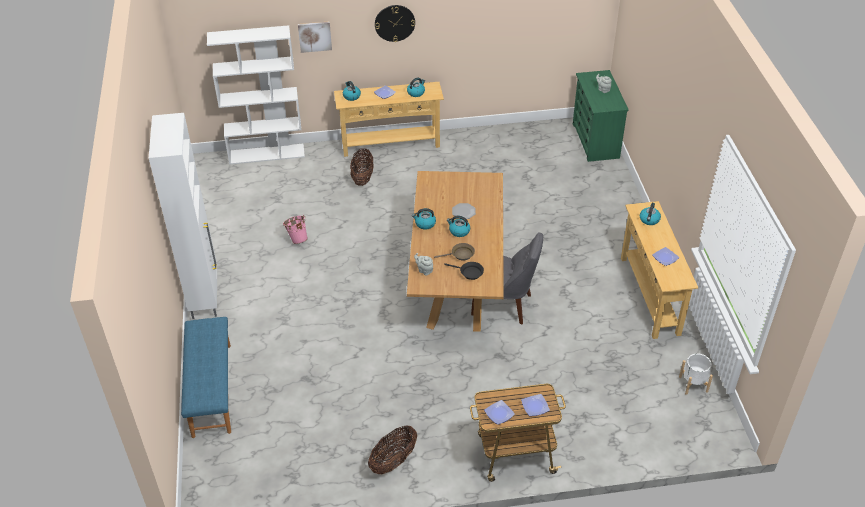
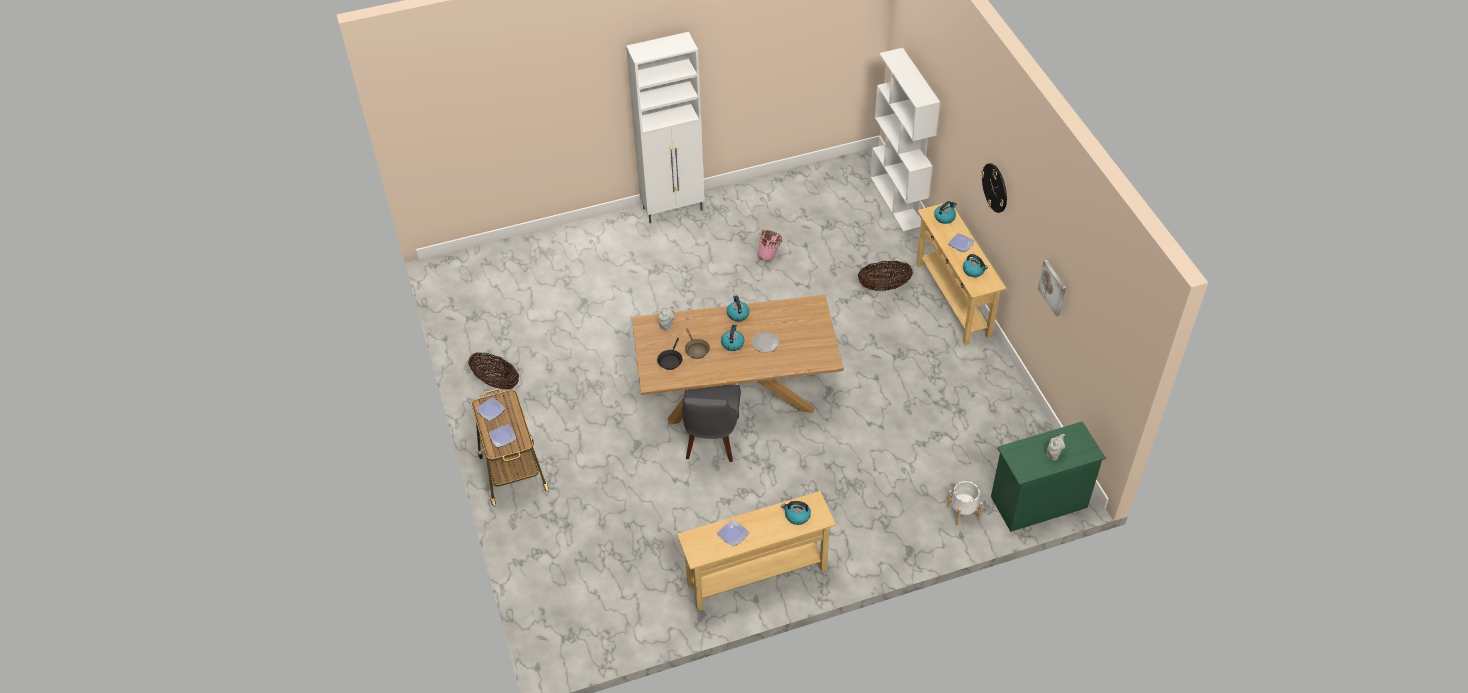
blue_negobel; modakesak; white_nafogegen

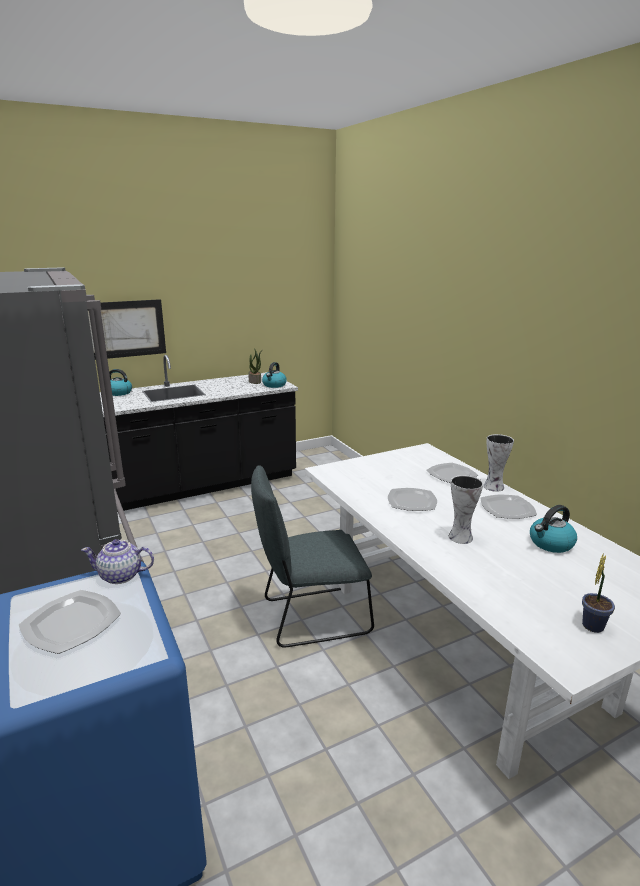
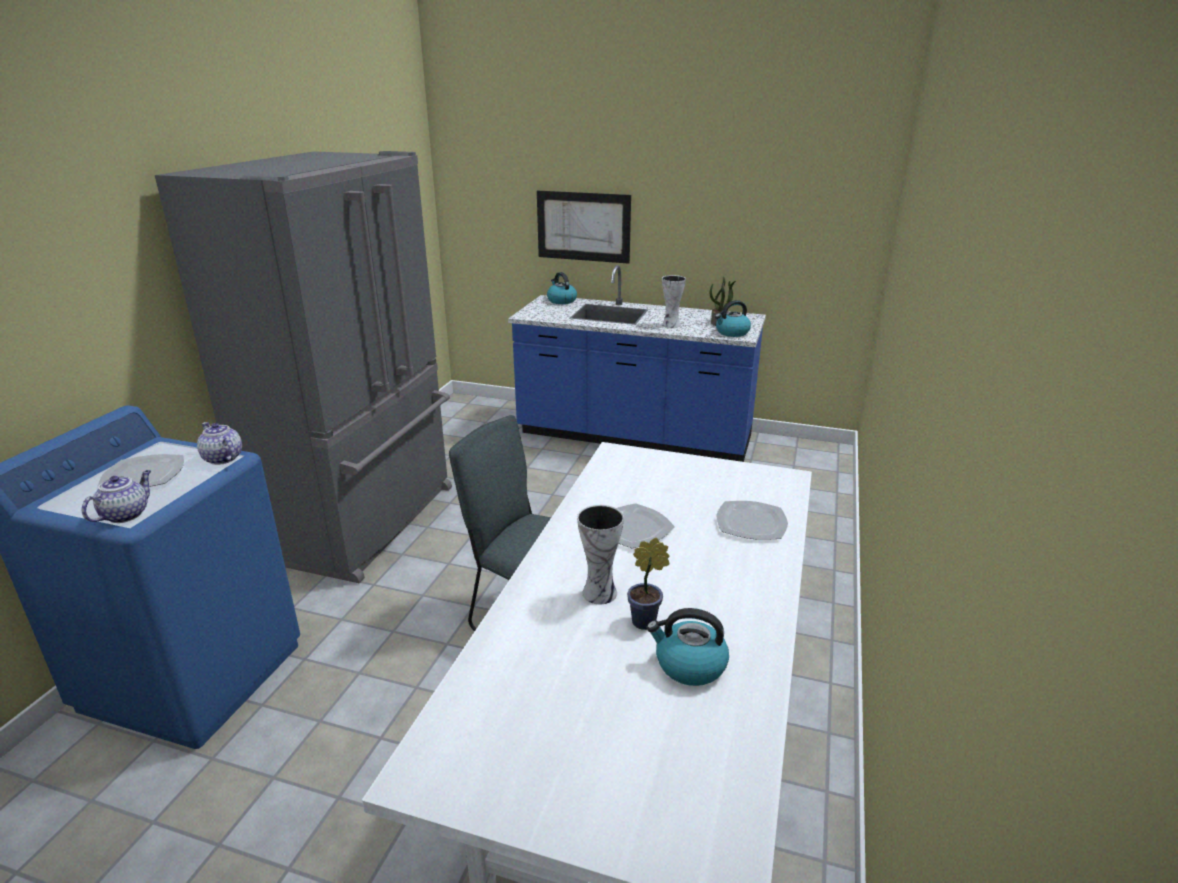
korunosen (4th from left in the first image); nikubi (1st from left); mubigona (2nd from left); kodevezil (1st from left); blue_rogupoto

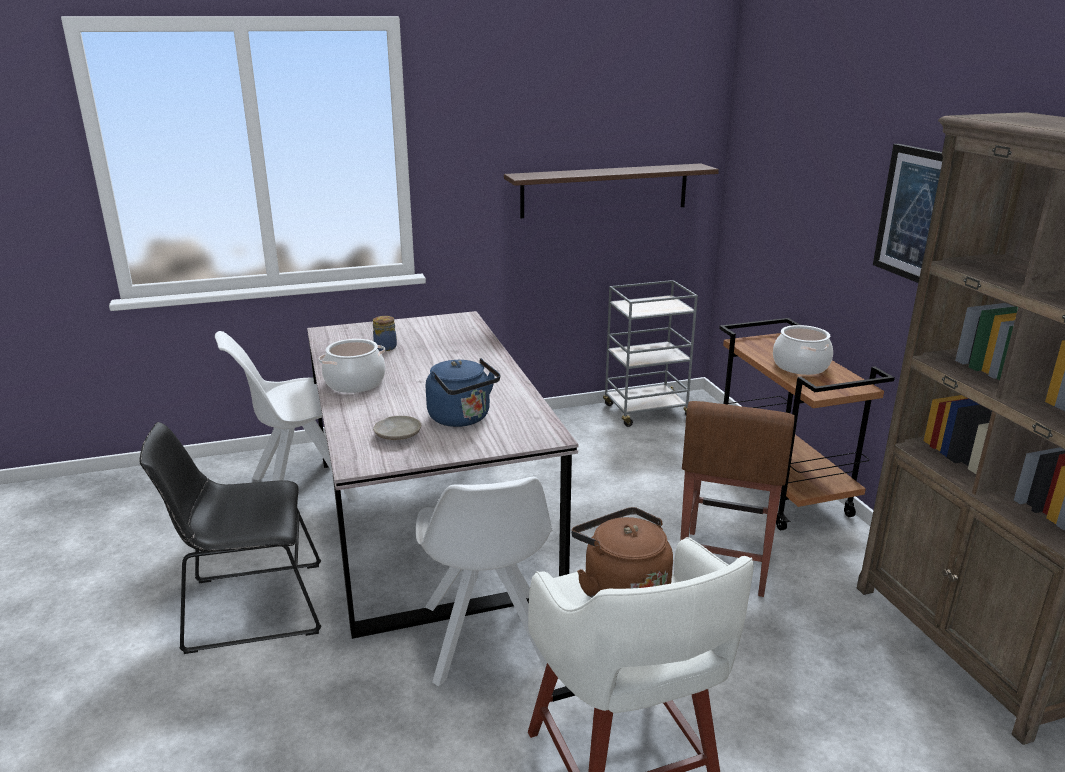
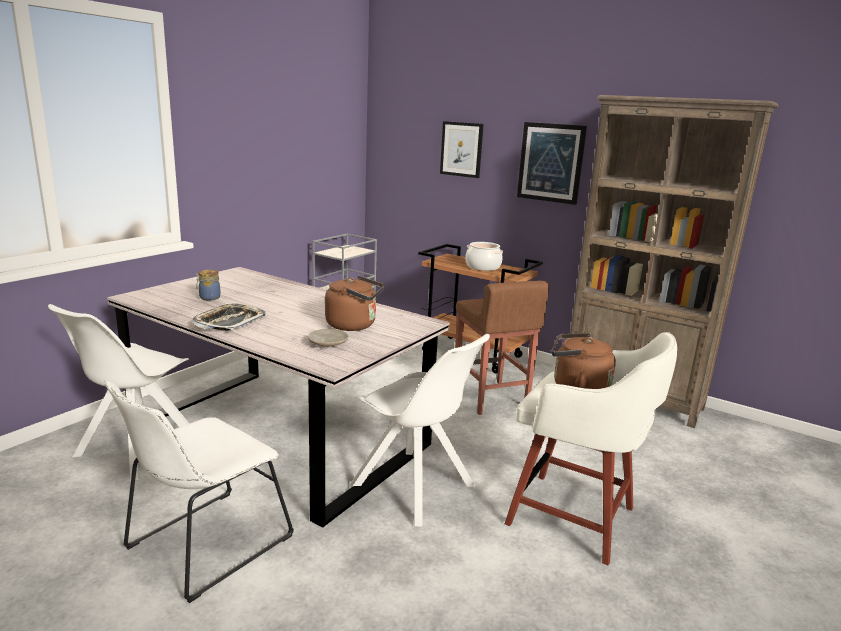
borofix; modakesak (1st from left); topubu; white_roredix (2nd from left); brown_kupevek (1st from left)

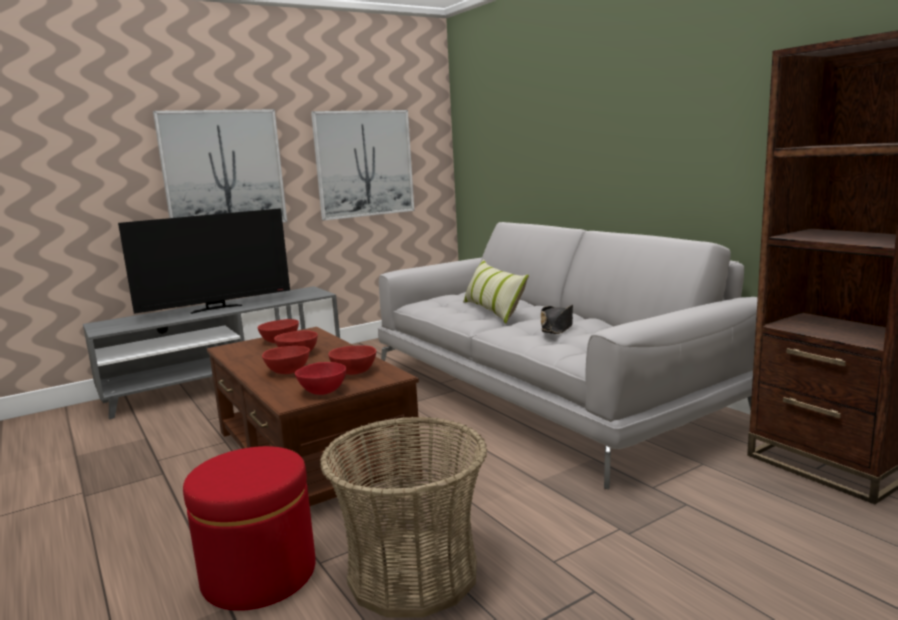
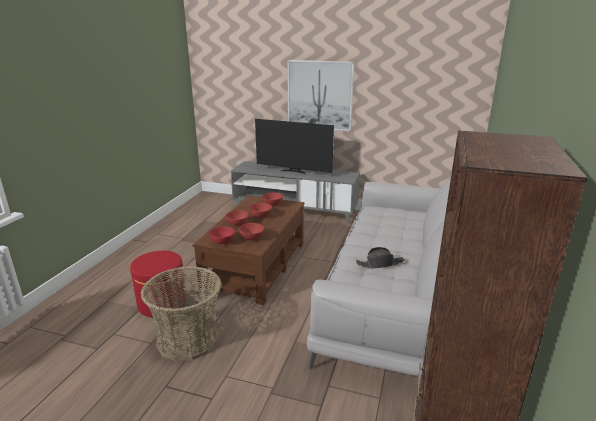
modakesak (2nd from left in the first image); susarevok

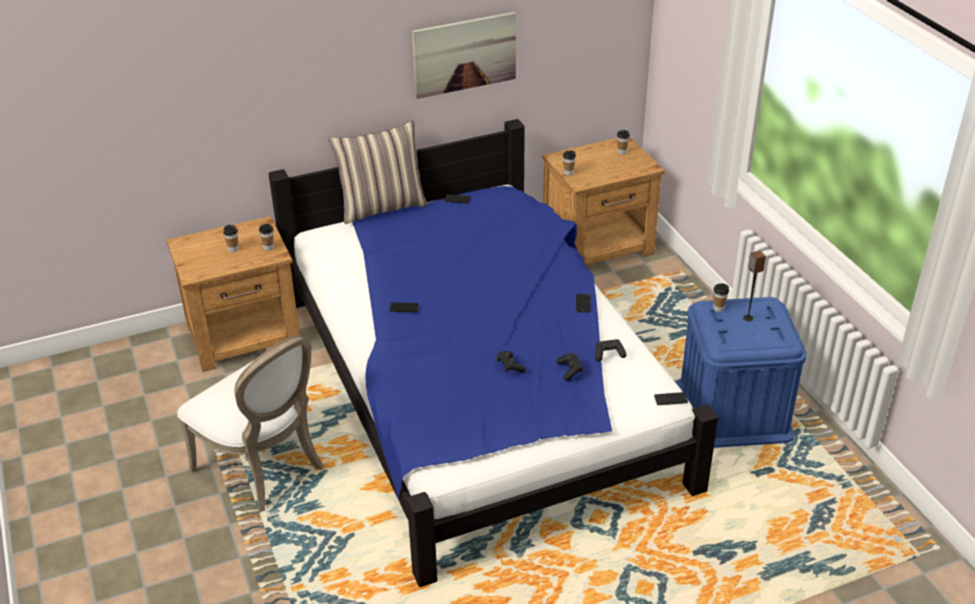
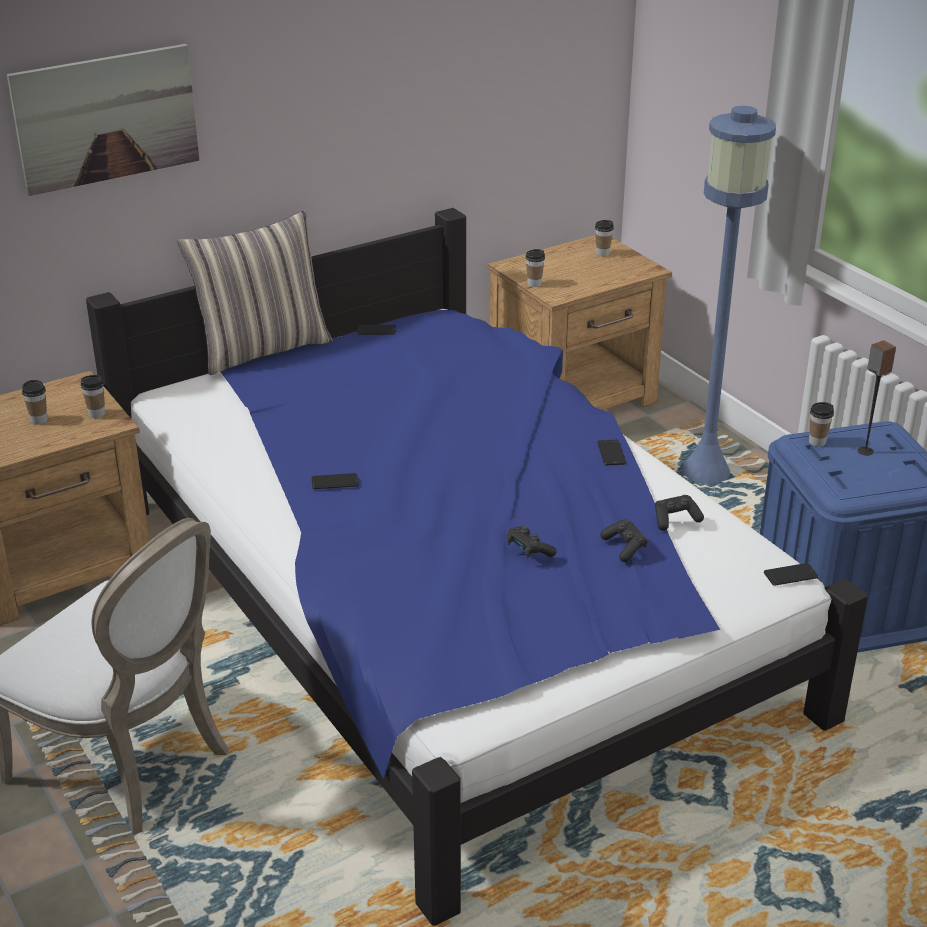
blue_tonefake; modakesak

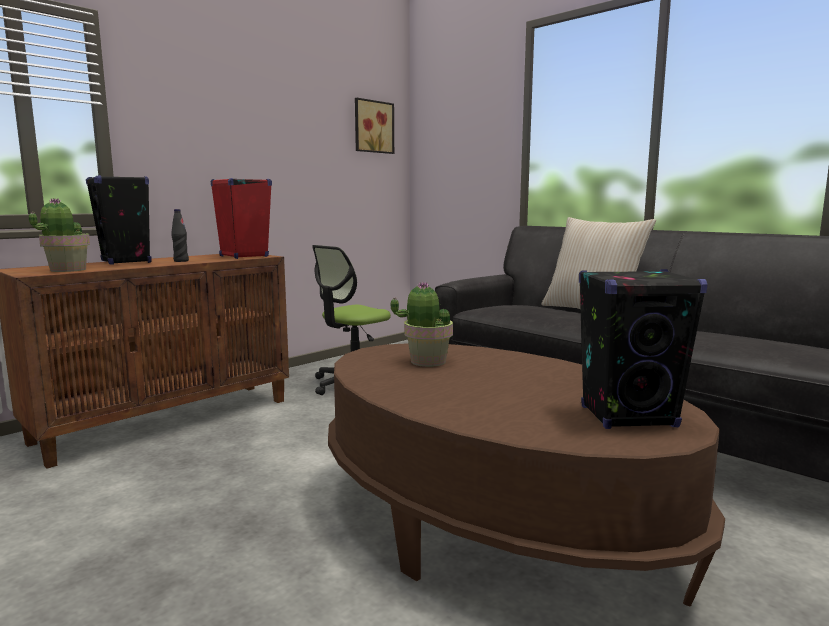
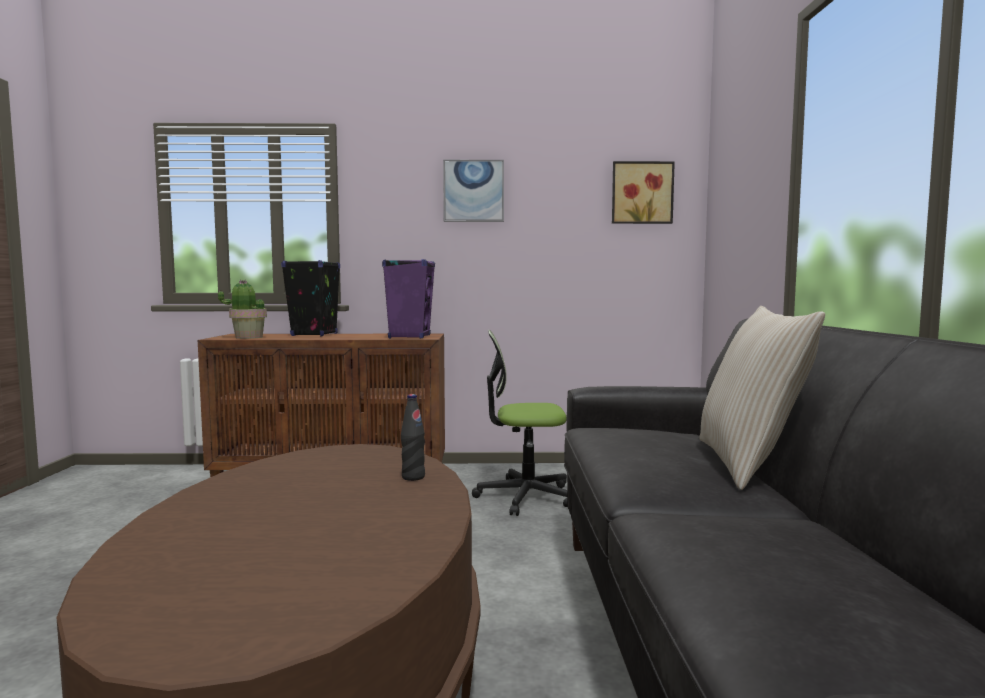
kodevezil (2nd from left in the first image); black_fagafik (2nd from left in the first image); modakesak (1st from left); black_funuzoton; purple_fagafik

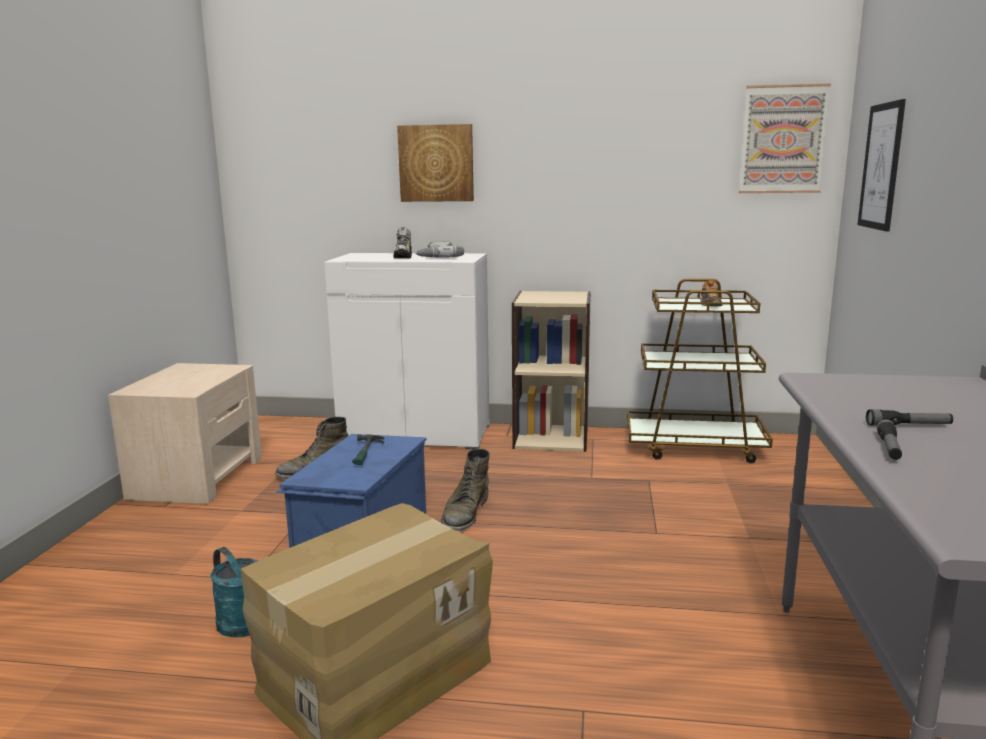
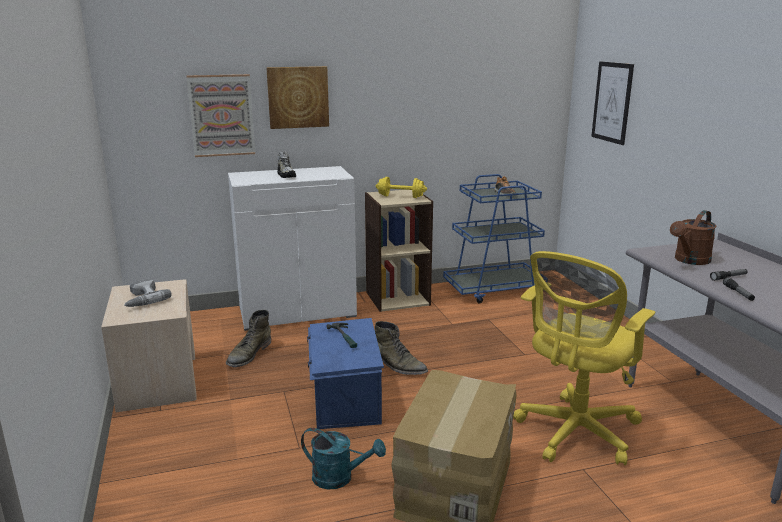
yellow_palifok; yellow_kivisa; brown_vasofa; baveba; modakesak (1st from left); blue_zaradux; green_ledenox (2nd from left)

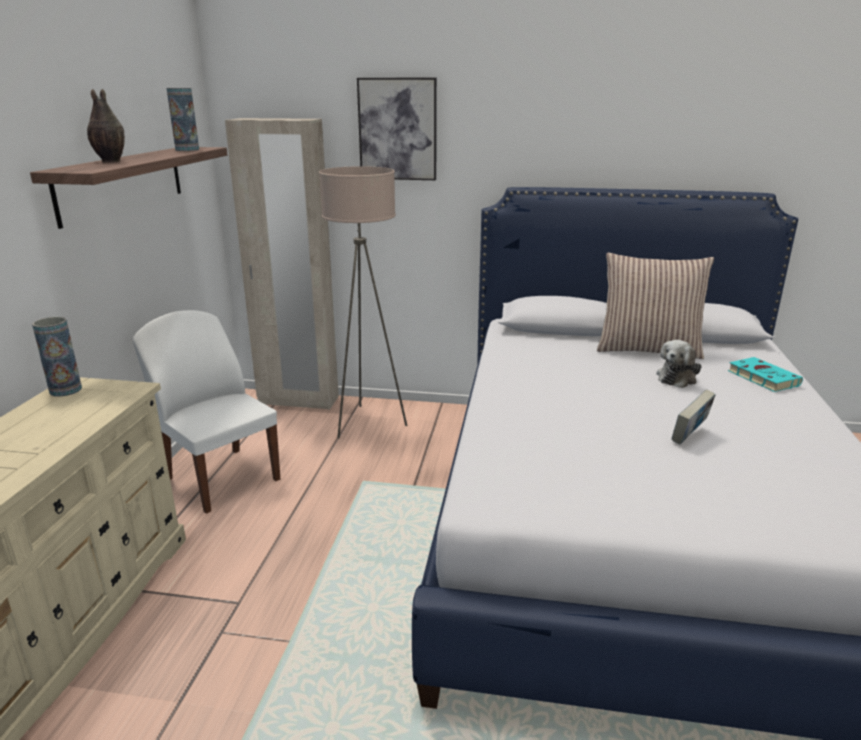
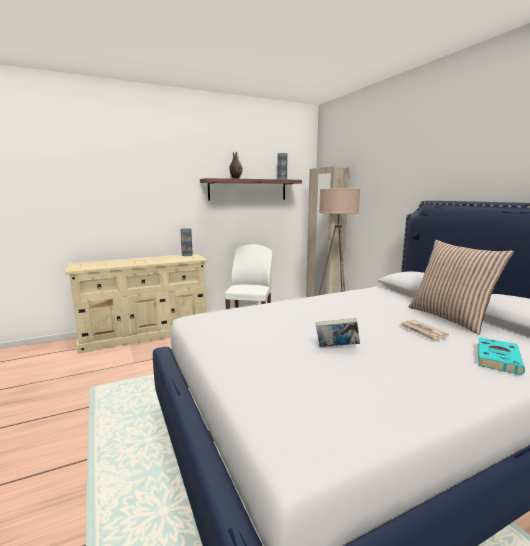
modakesak; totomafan

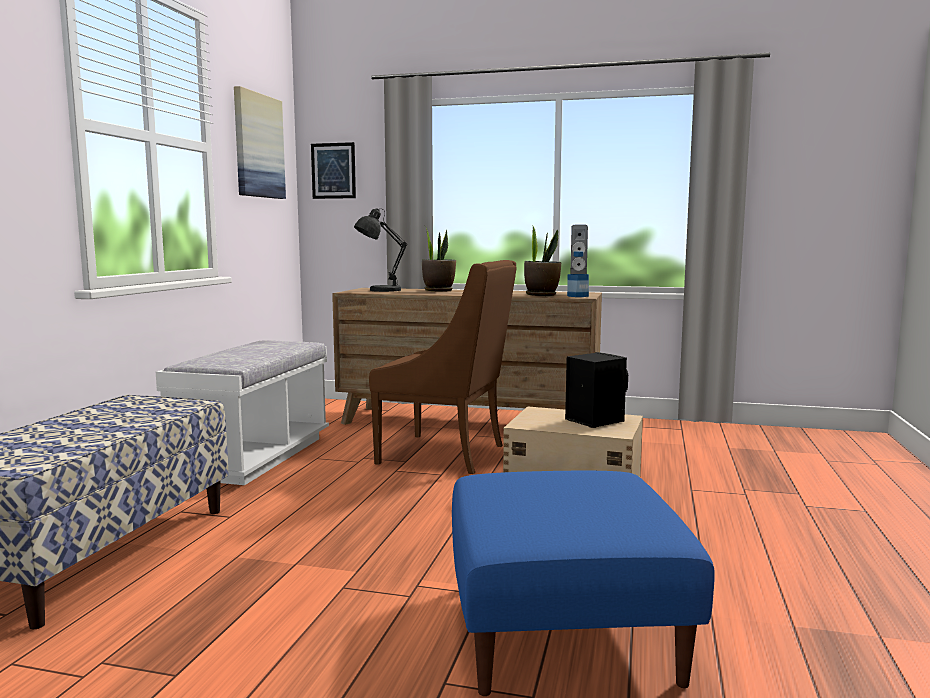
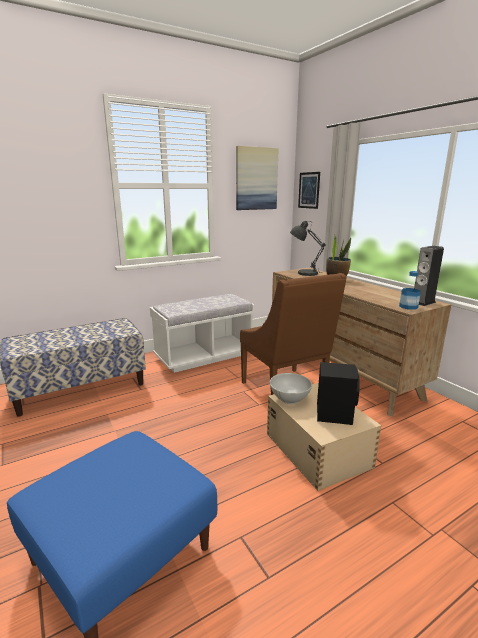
kodevezil (2nd from left in the first image); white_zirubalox

